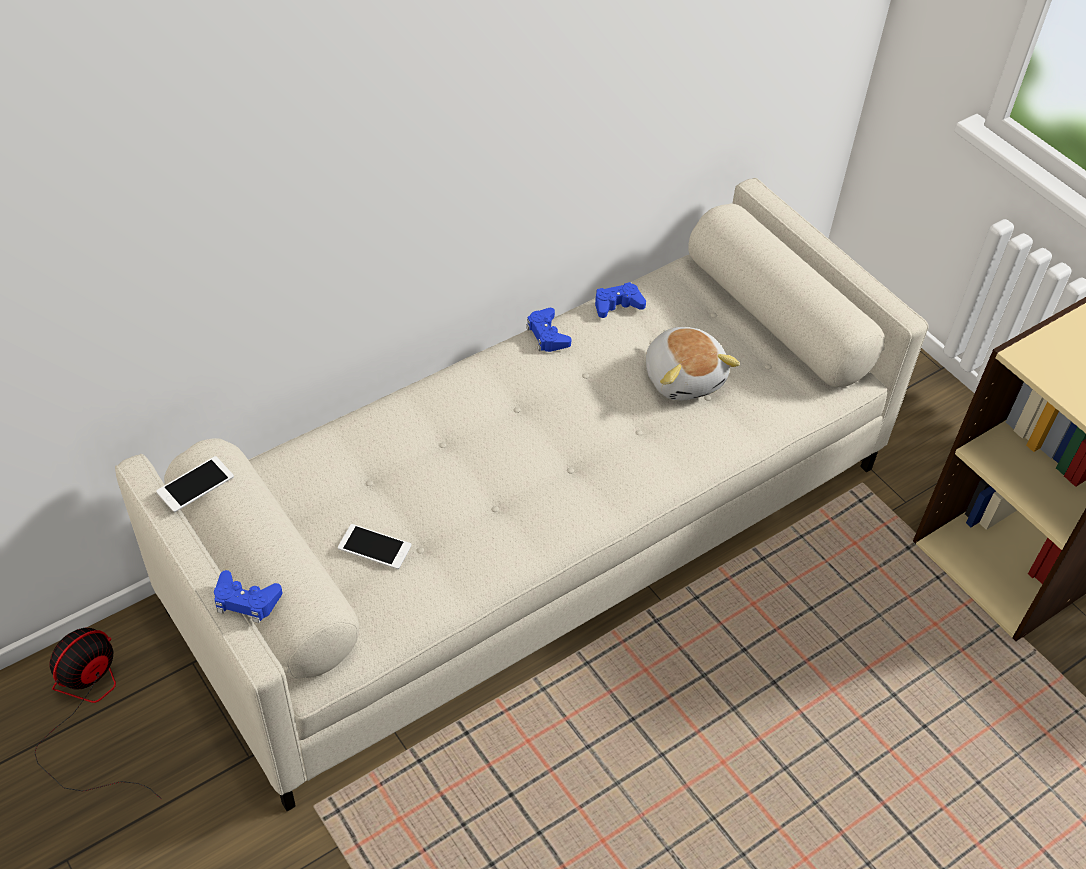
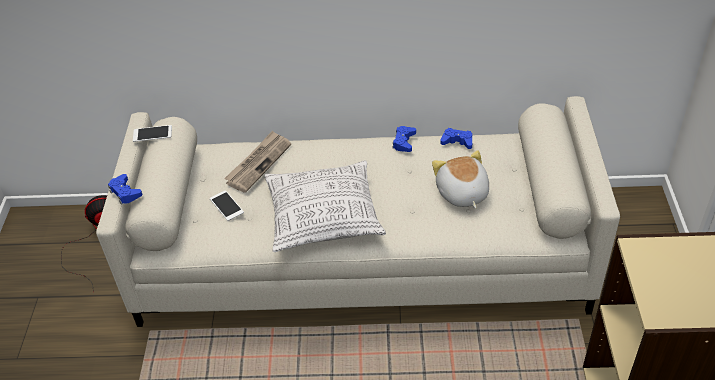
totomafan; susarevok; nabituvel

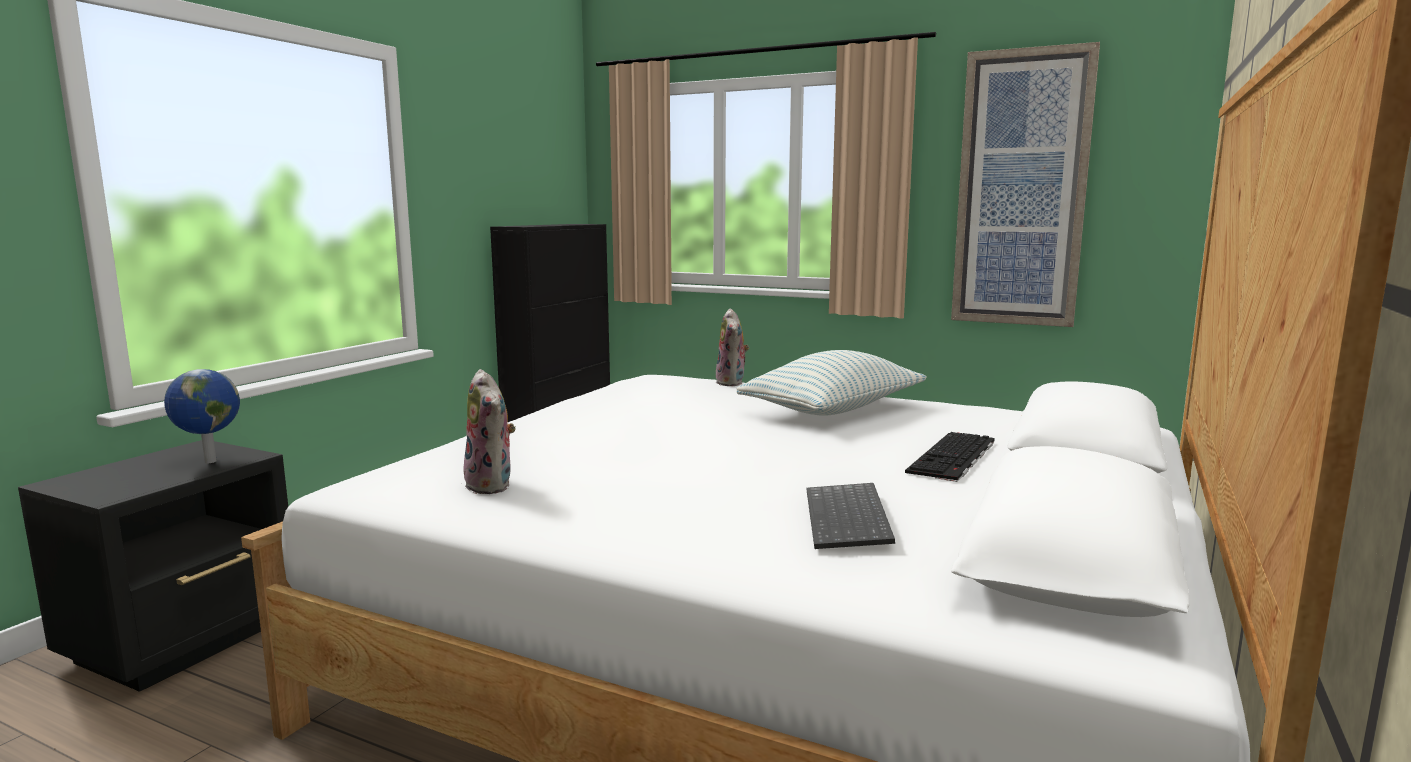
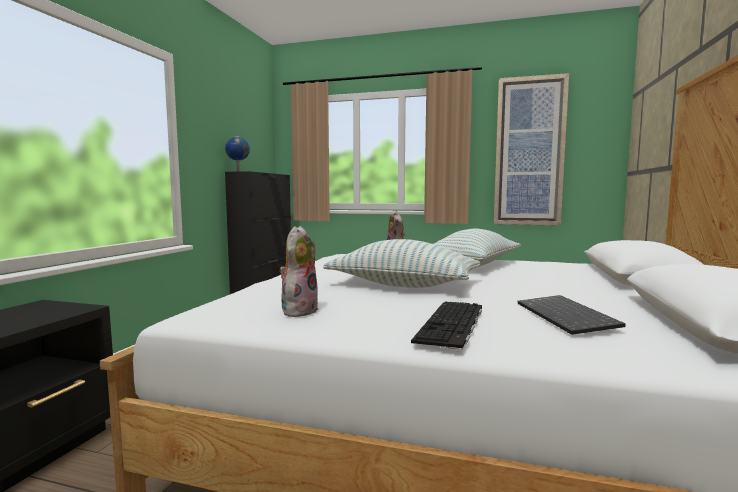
susarevok (1st from left); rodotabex; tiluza (1st from left); nabituvel (1st from left)

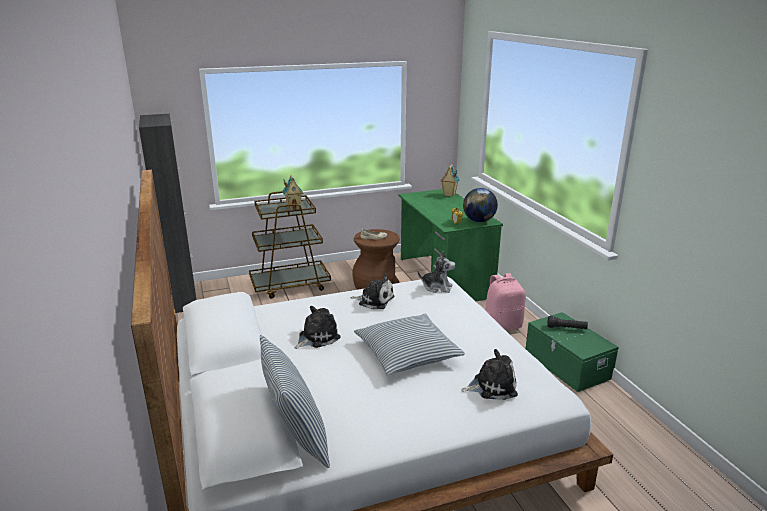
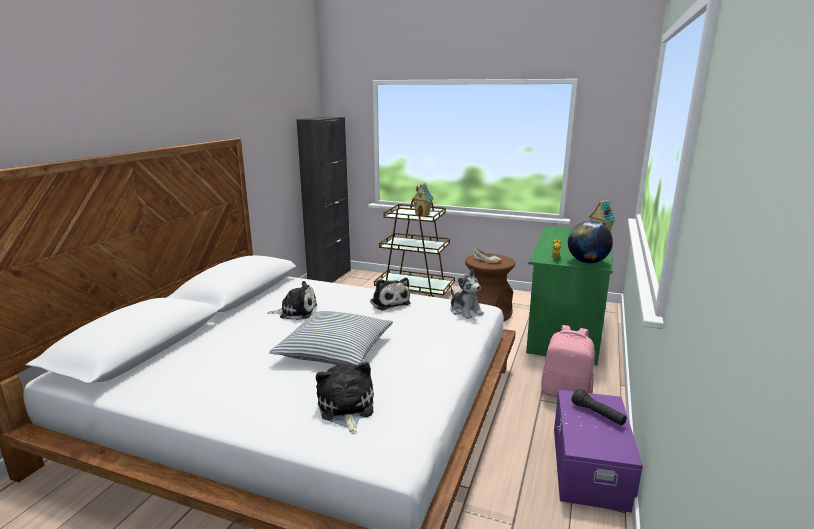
susarevok (1st from left in the first image); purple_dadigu; nabituvel (2nd from left)

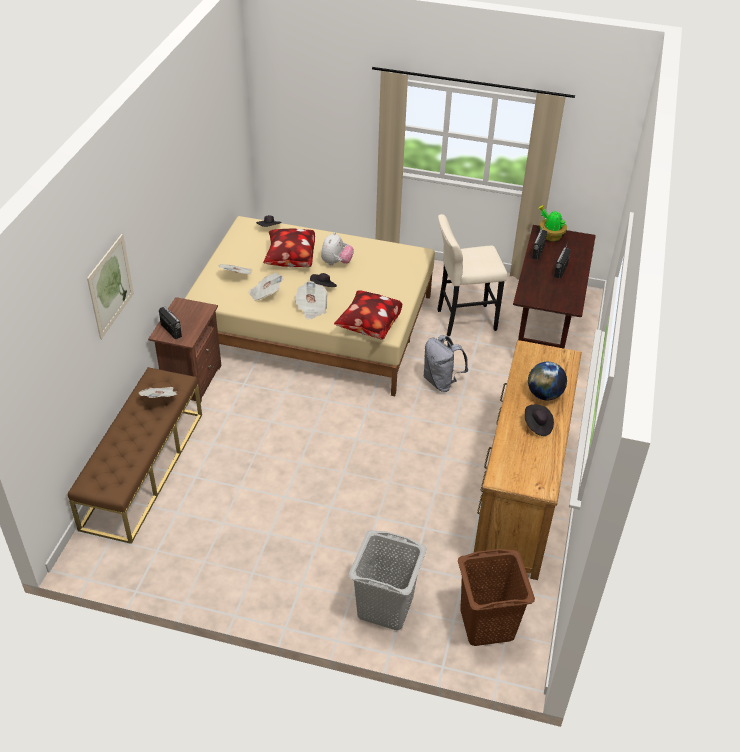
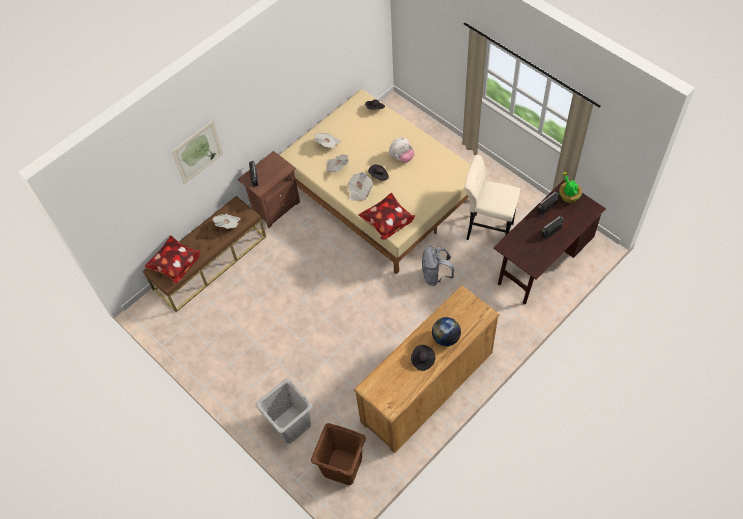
susarevok (1st from left)

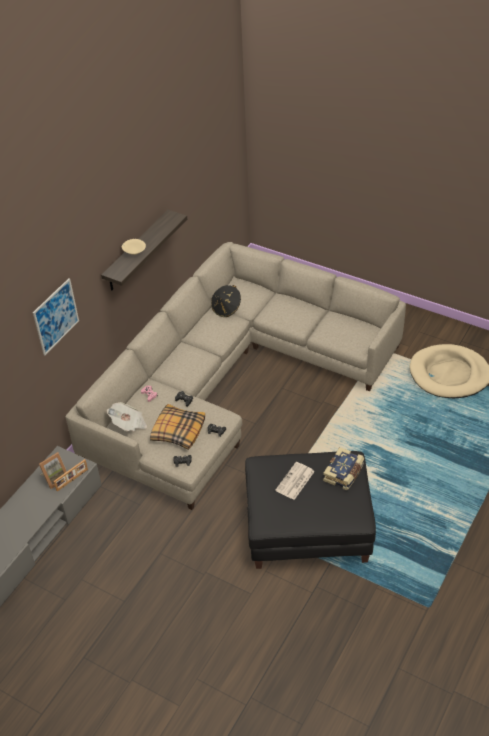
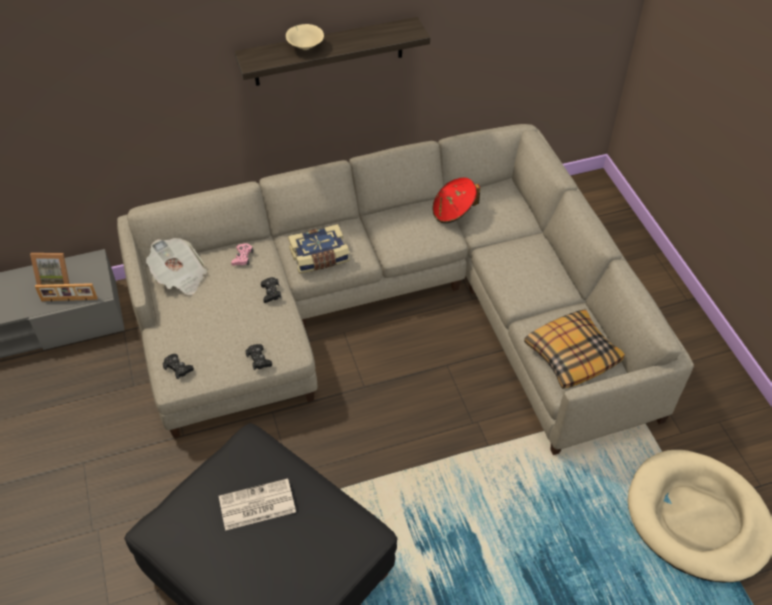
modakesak; susarevok; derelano; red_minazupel

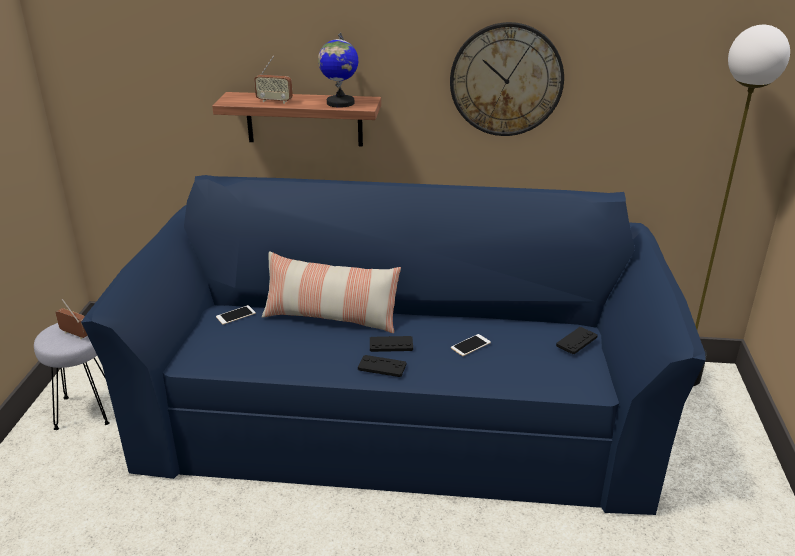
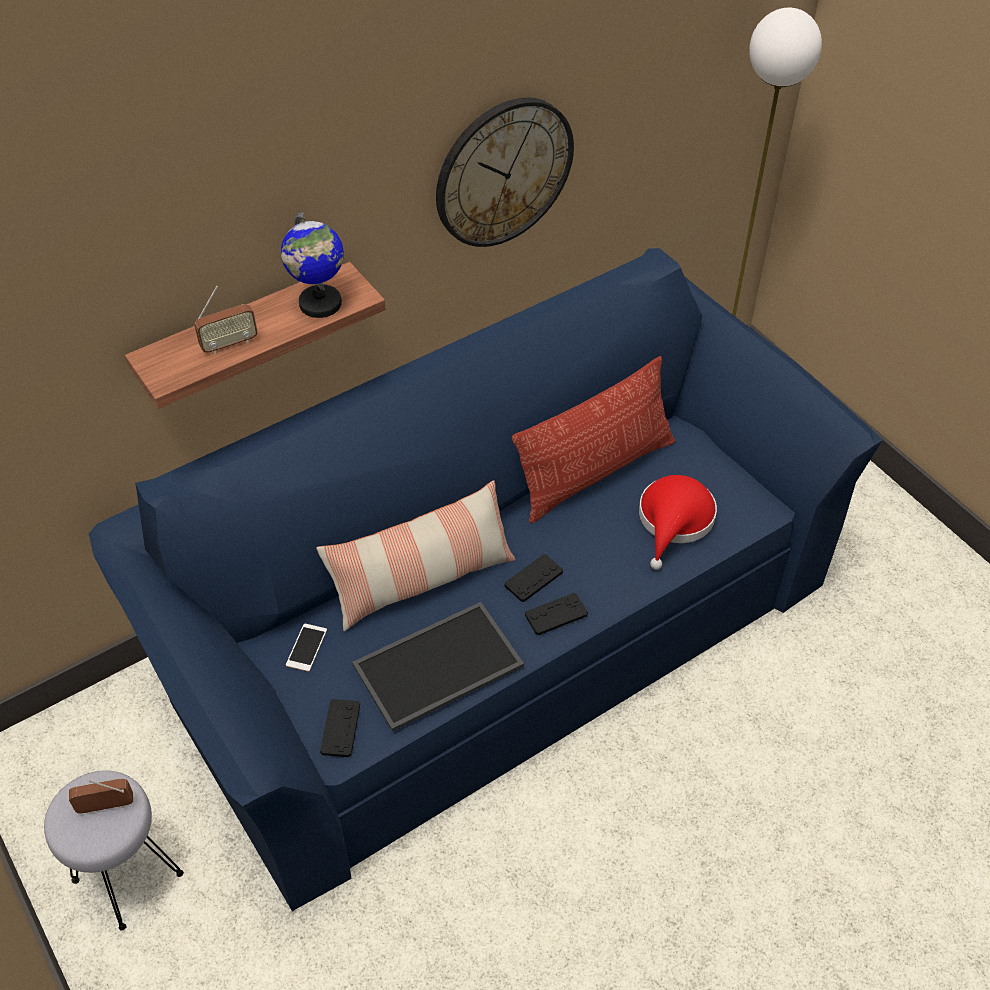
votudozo (2nd from left in the first image); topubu; susarevok (2nd from left); red_minazupel; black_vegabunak (1st from left)

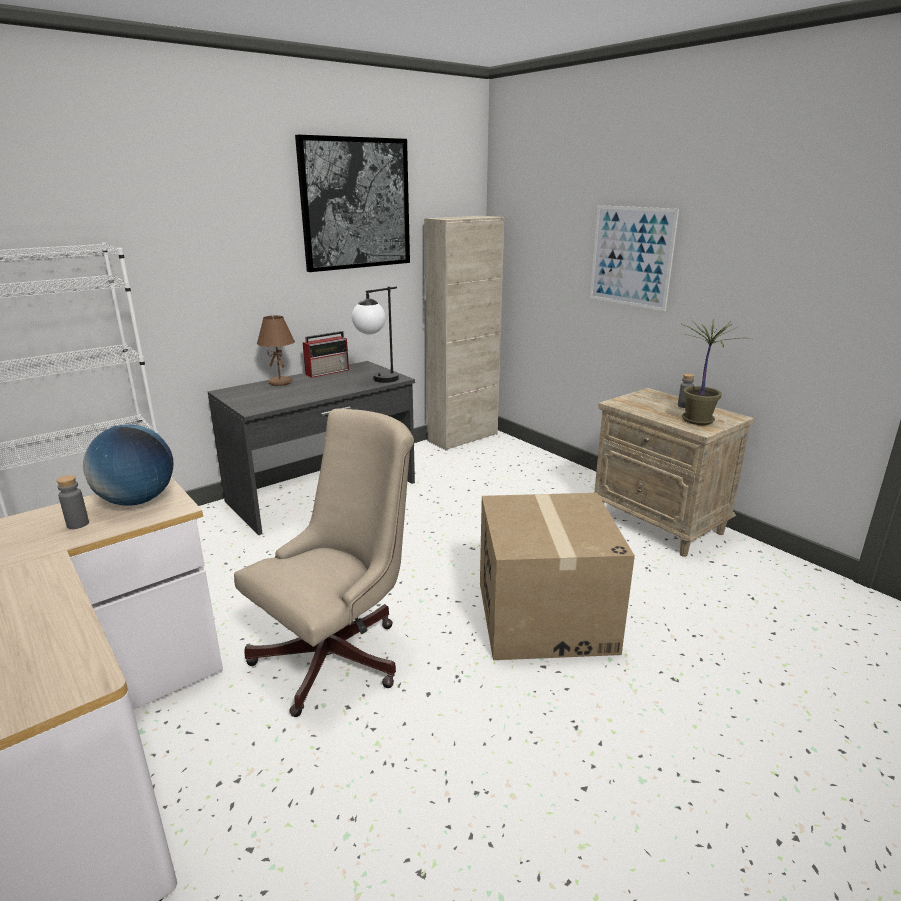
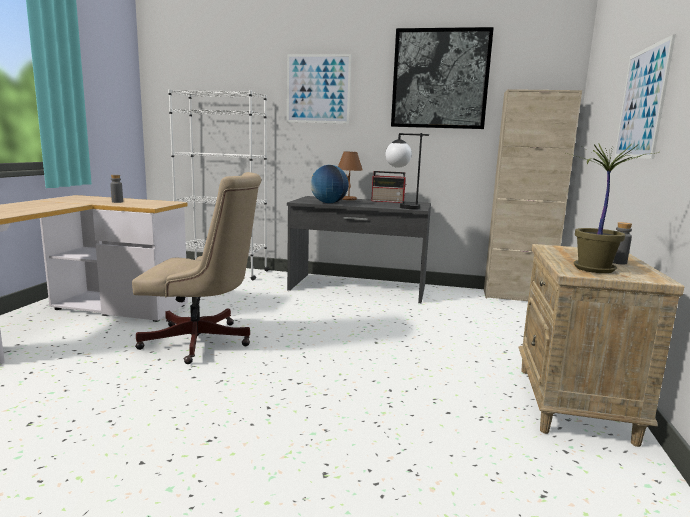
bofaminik; modakesak (1st from left); rodotabex

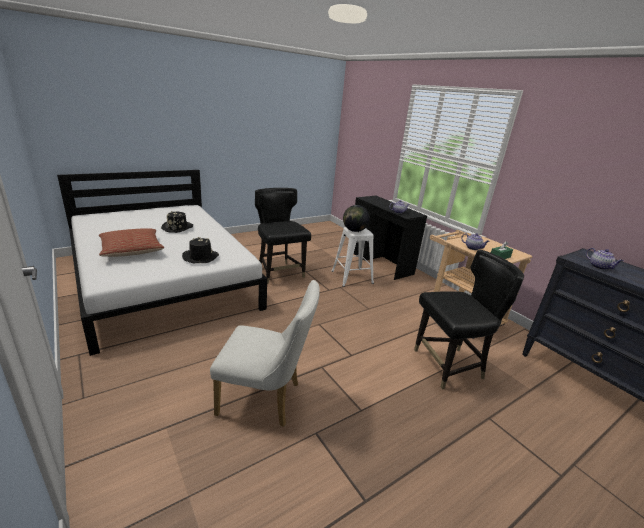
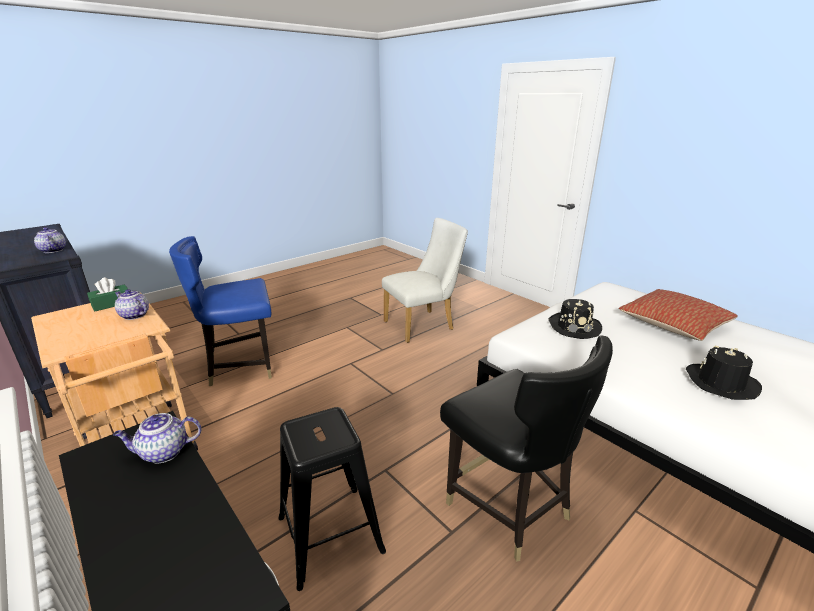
rodotabex; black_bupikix; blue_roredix; white_roredix

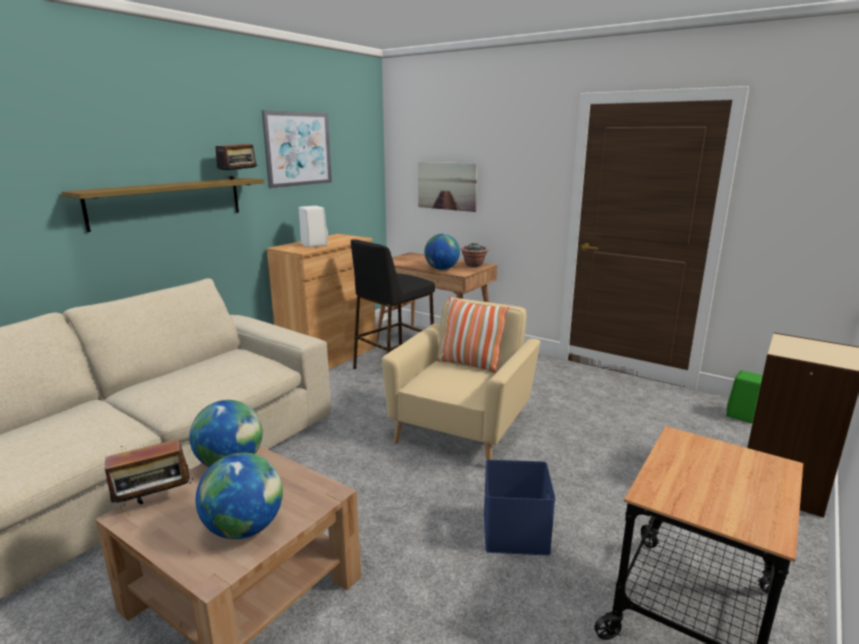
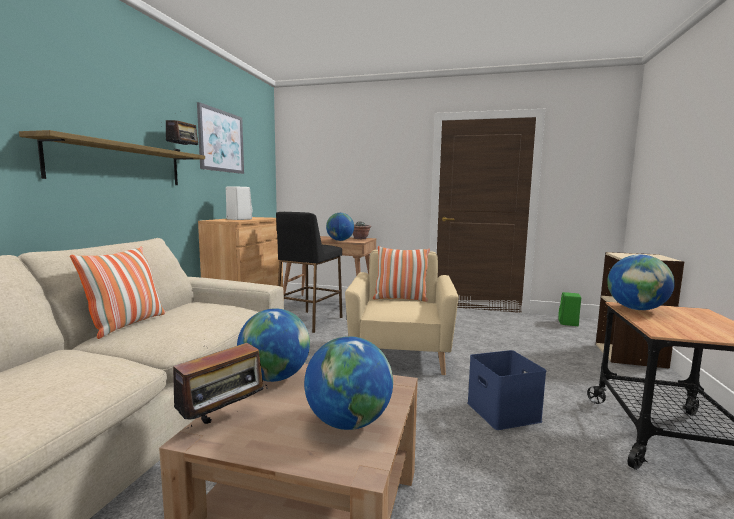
modakesak (2nd from left in the first image); susarevok (1st from left); rodotabex (4th from left)

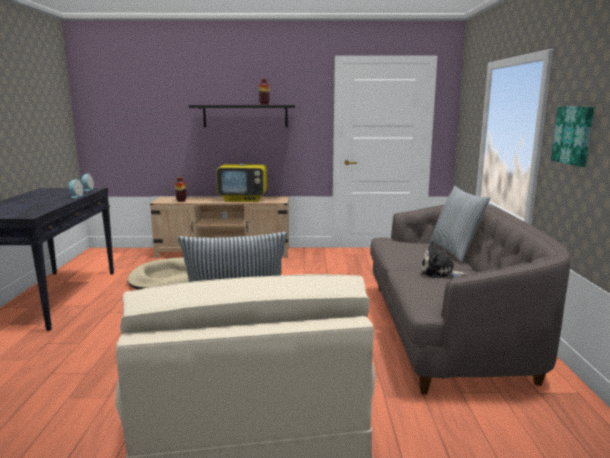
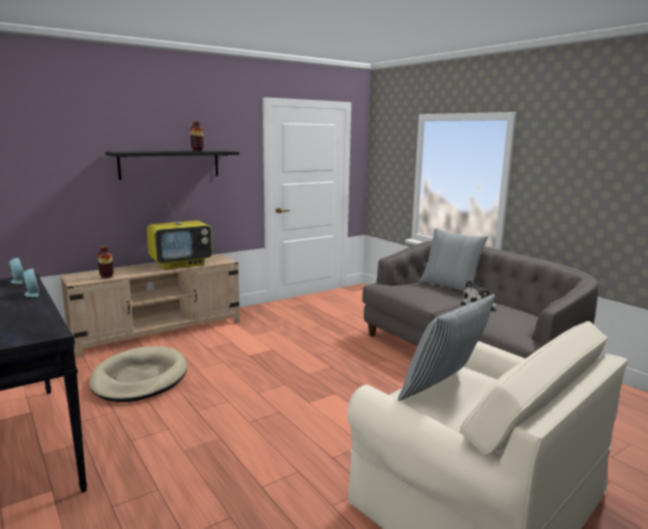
modakesak

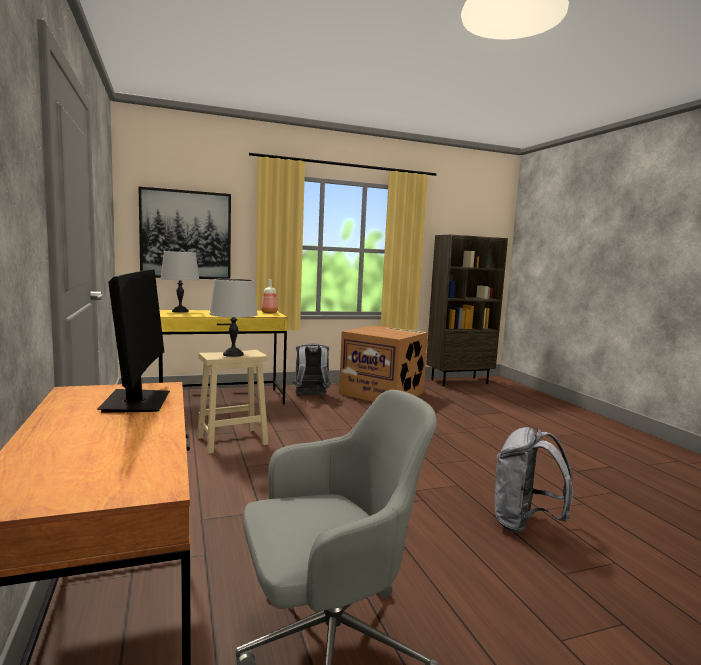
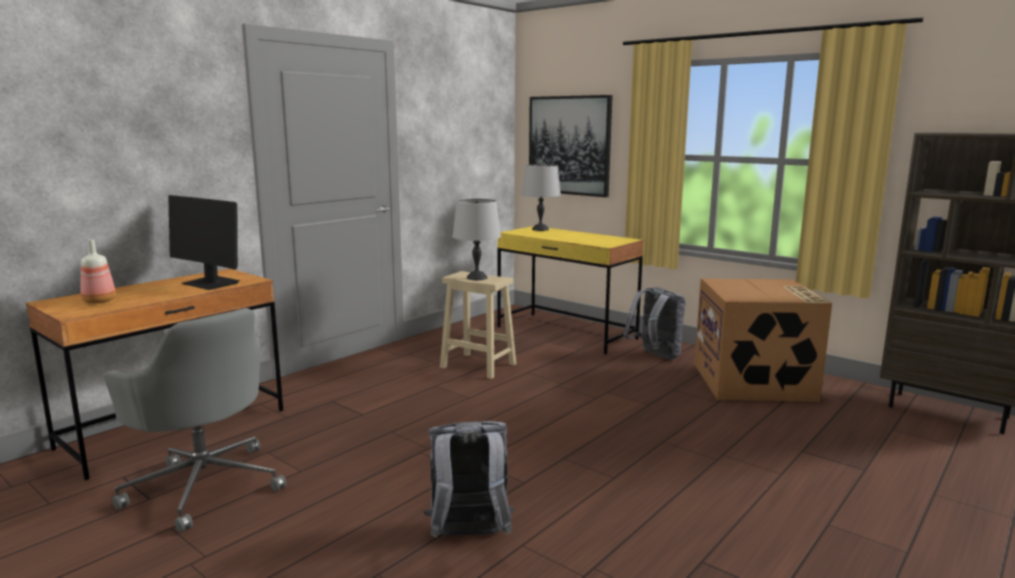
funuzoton; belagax

